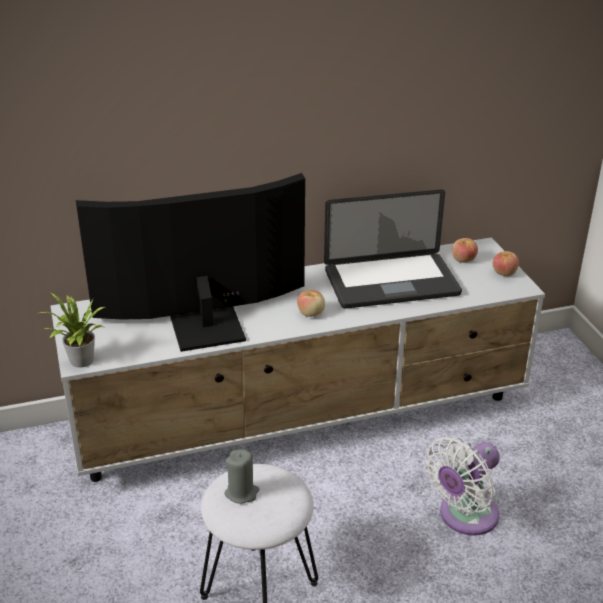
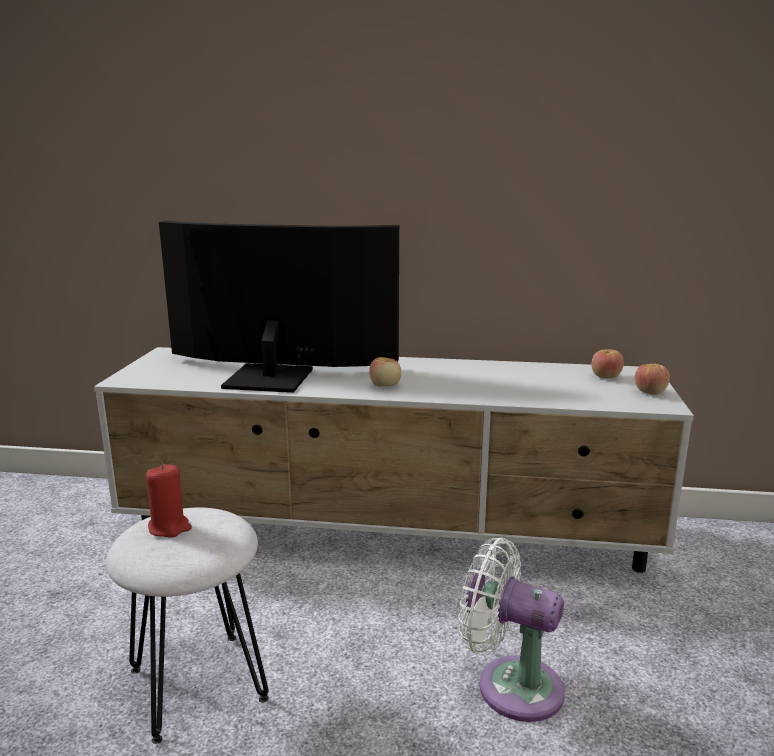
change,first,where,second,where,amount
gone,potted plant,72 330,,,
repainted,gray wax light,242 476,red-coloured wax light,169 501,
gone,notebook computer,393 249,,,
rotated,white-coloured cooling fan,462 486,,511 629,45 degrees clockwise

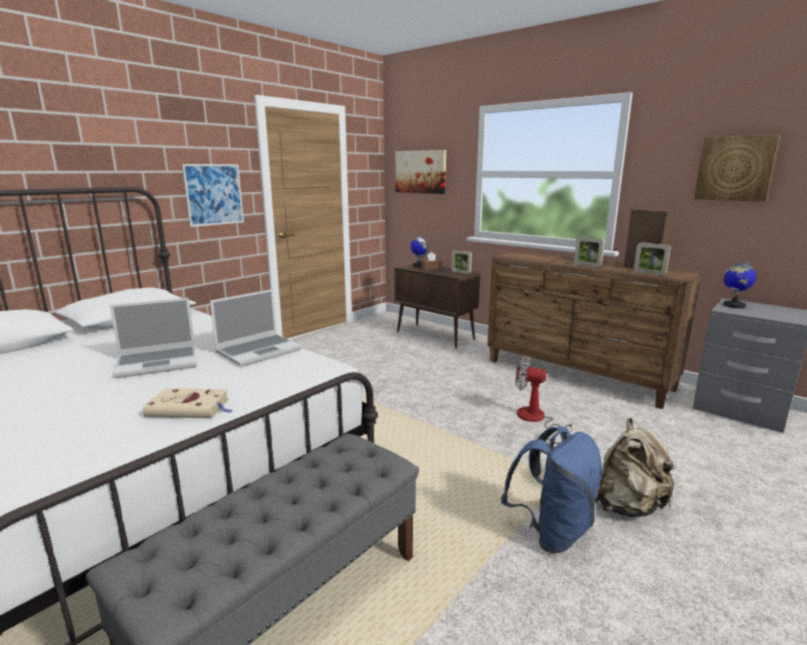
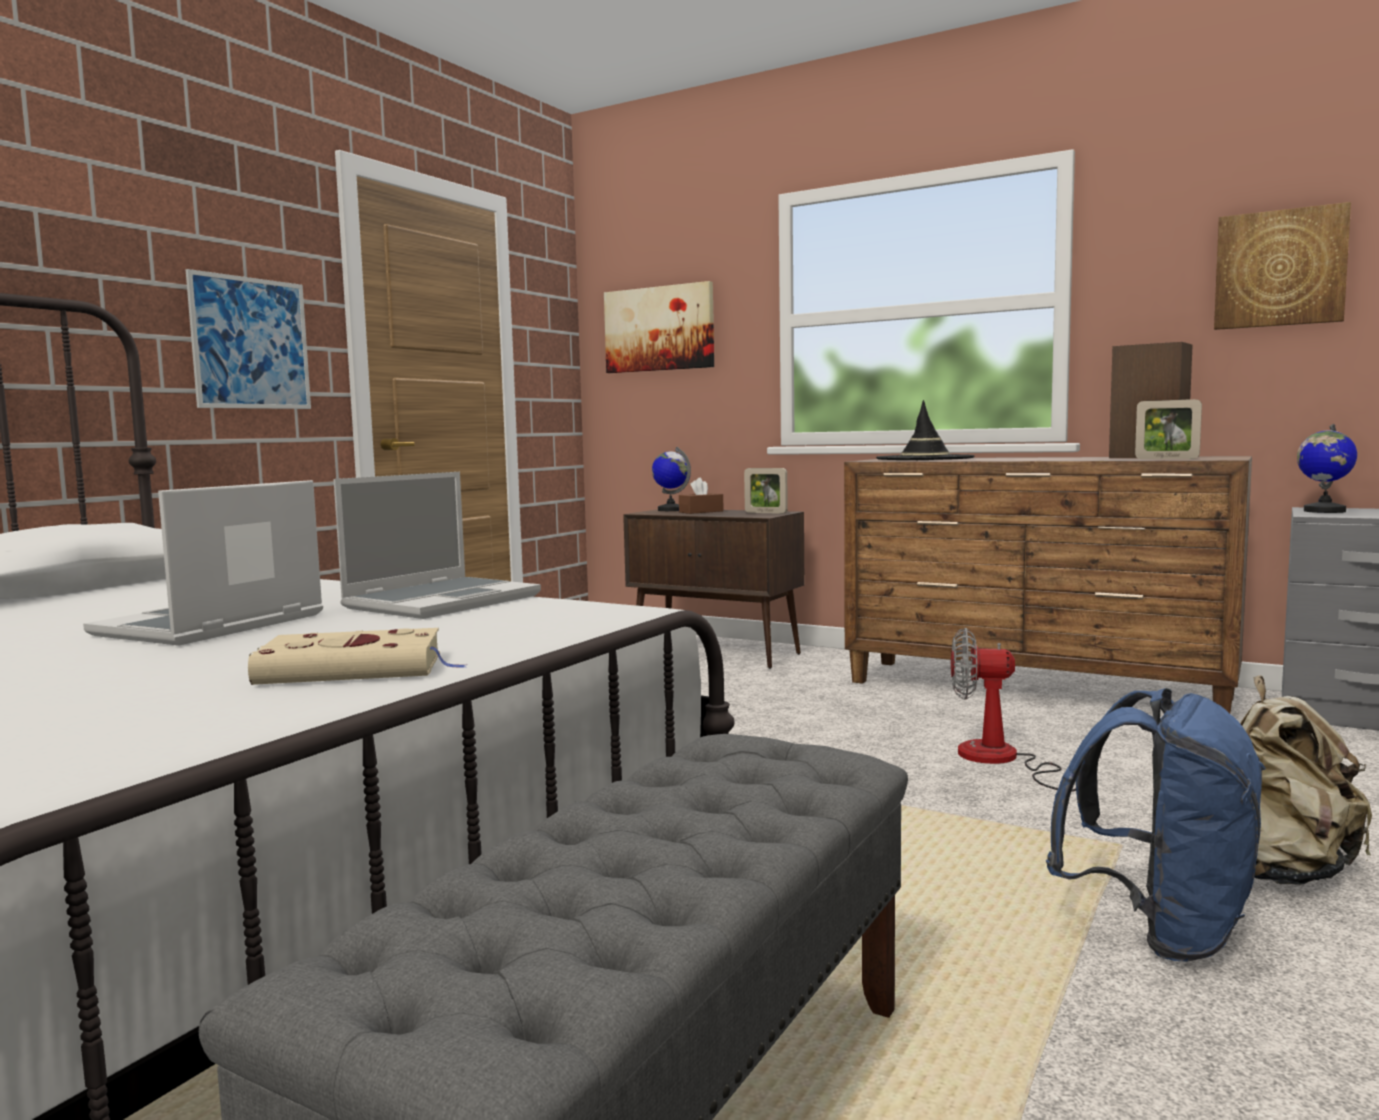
change,first,where,second,where,amount
rotated,notebook computer,153 338,,203 563,150 degrees clockwise
gone,standing frame,589 252,,,
new,,,blackish clothing hat,925 430,

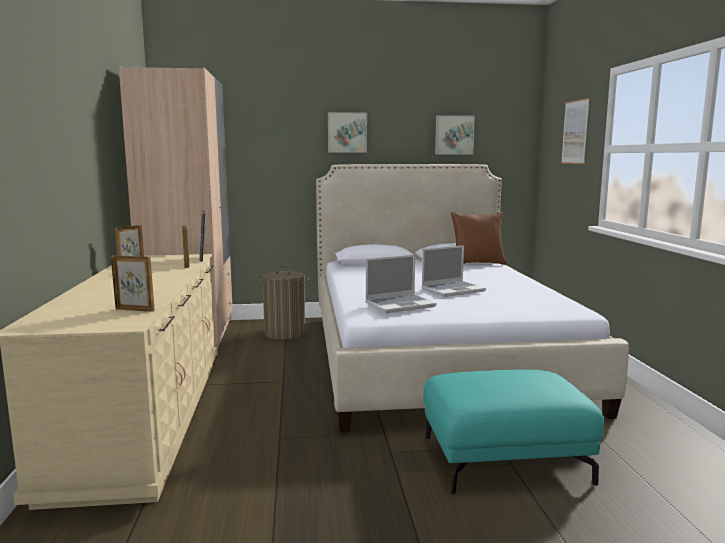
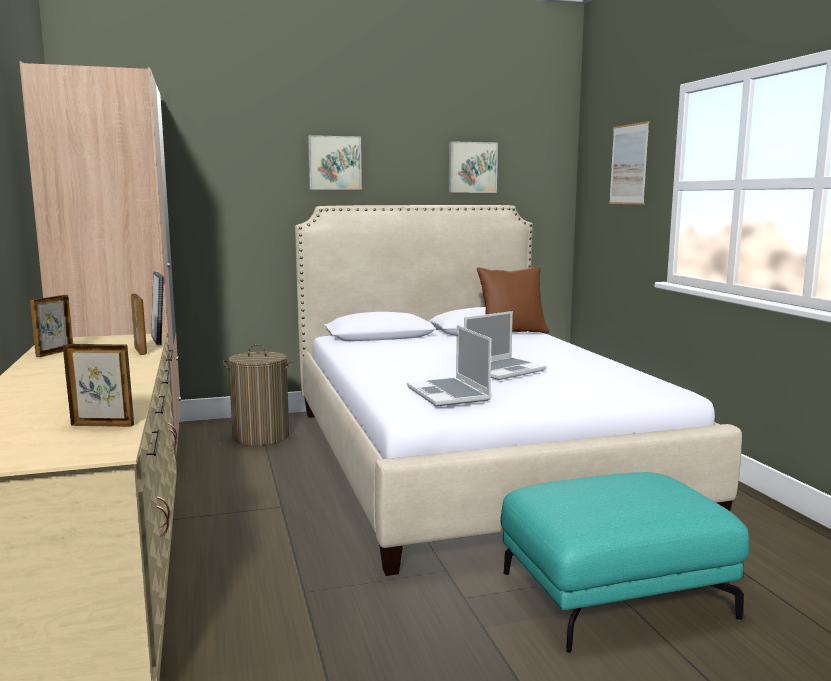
change,first,where,second,where,amount
rotated,notebook computer,400 284,,449 366,105 degrees clockwise

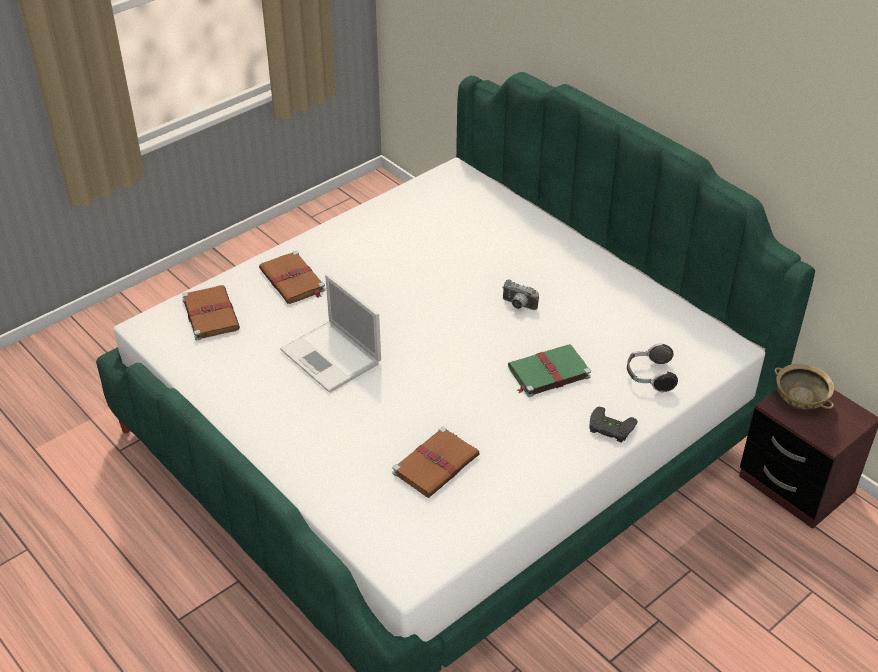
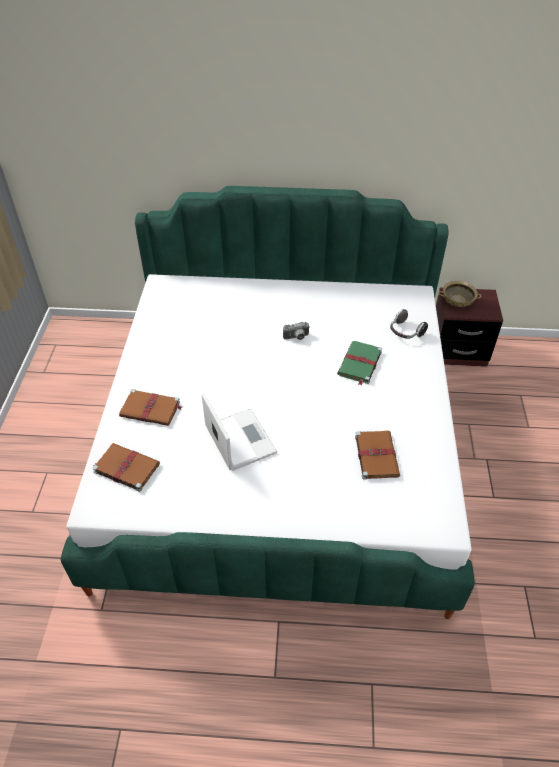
change,first,where,second,where,amount
rotated,notebook computer,330 333,,239 432,120 degrees counterclockwise
gone,blackish joypad,613 425,,,

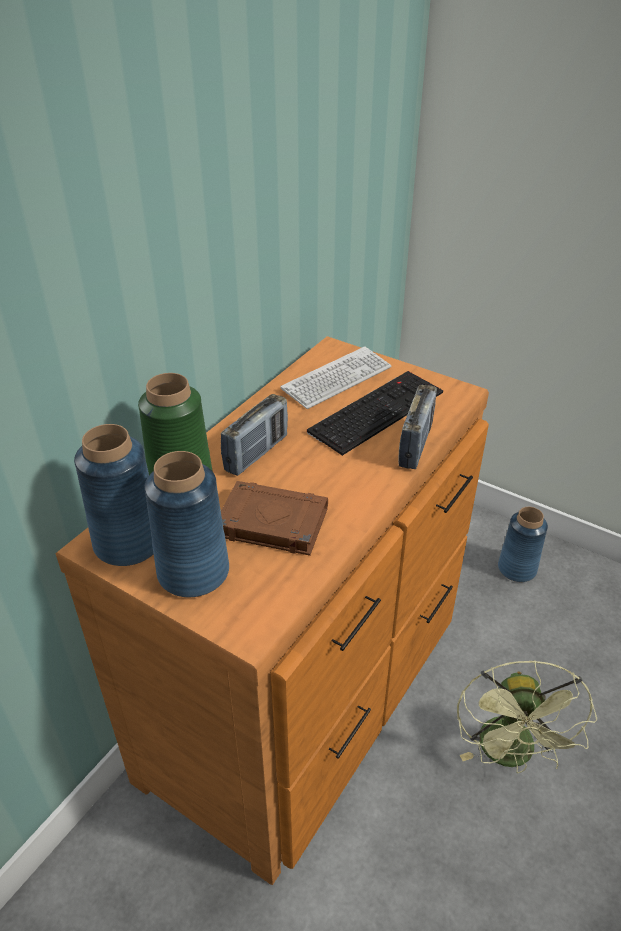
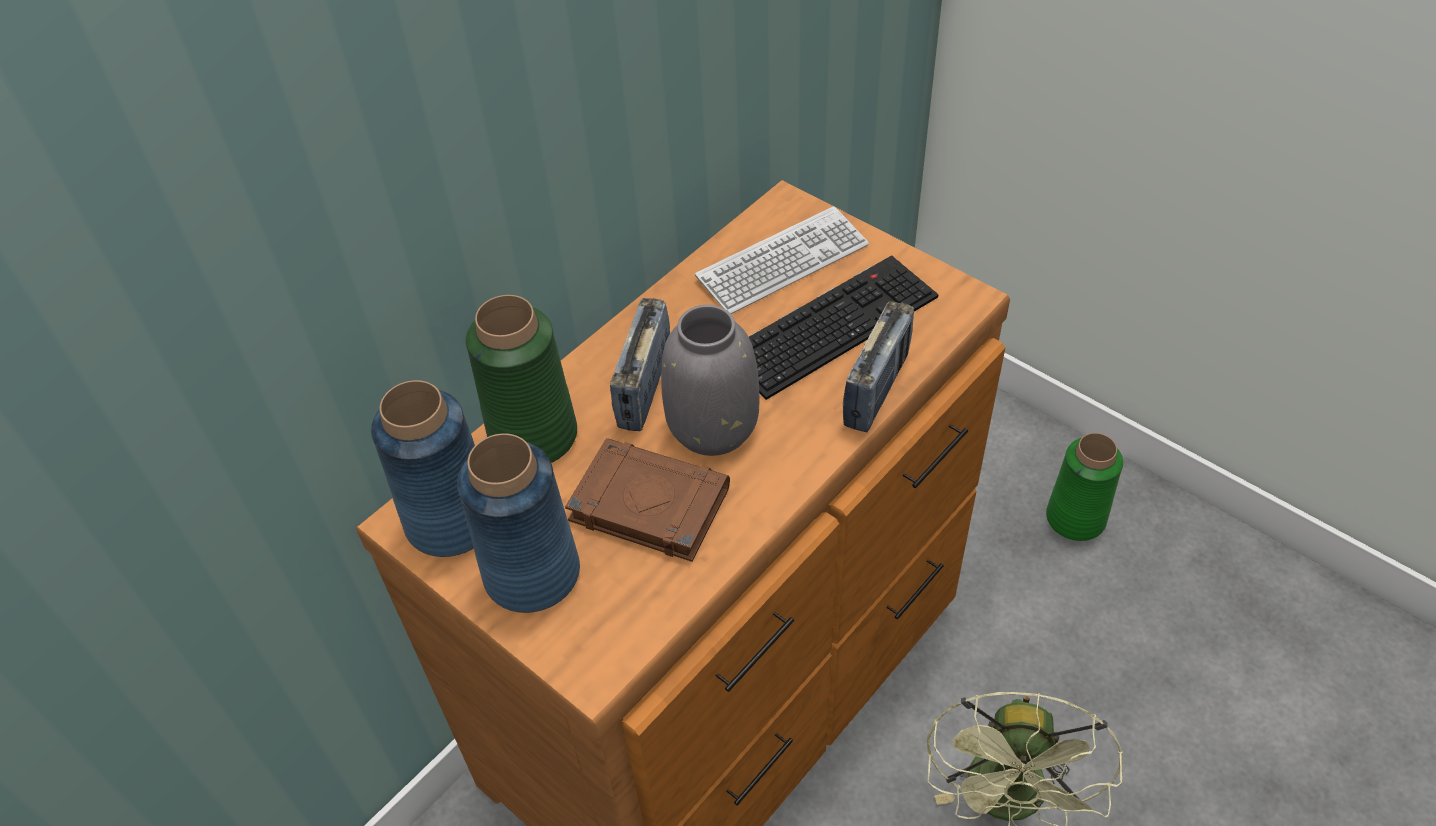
change,first,where,second,where,amount
rotated,radio set,254 435,,640 364,150 degrees clockwise
repainted,blue-coloured flower vase,523 544,greenish flower vase,1084 487,
new,,,gray flower vase,710 380,

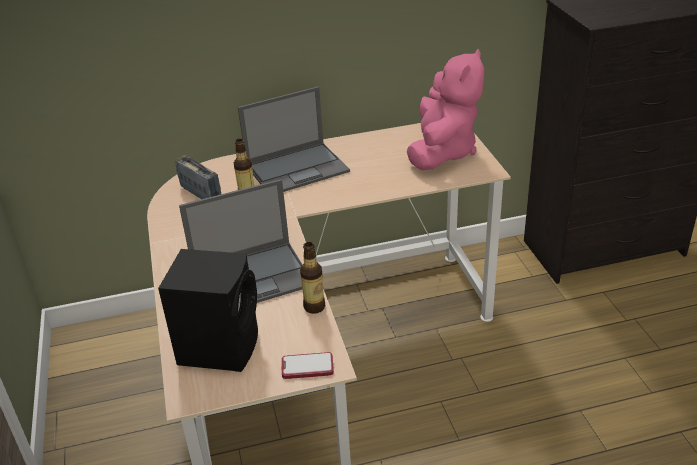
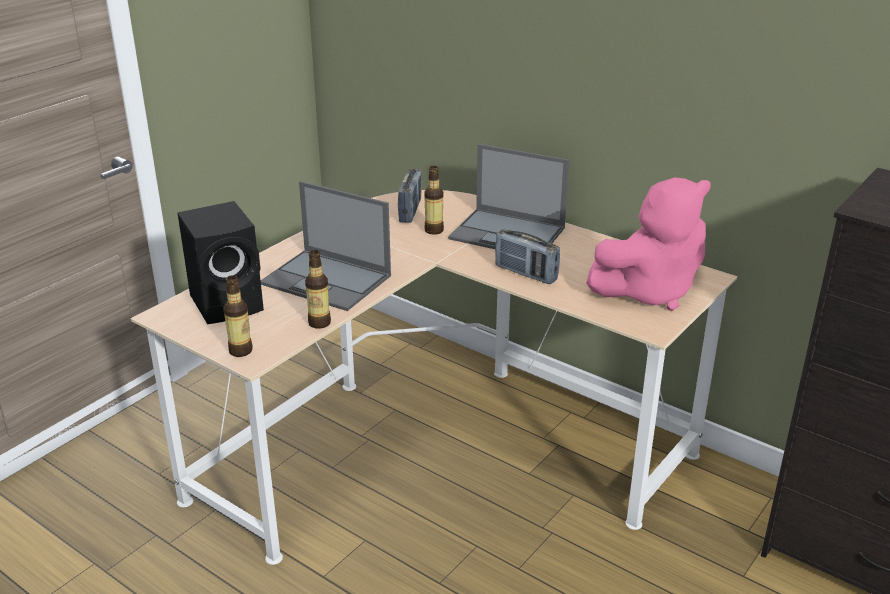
change,first,where,second,where,amount
swapped,handset,308 365,bottle,238 316,
new,,,radio set,527 256,

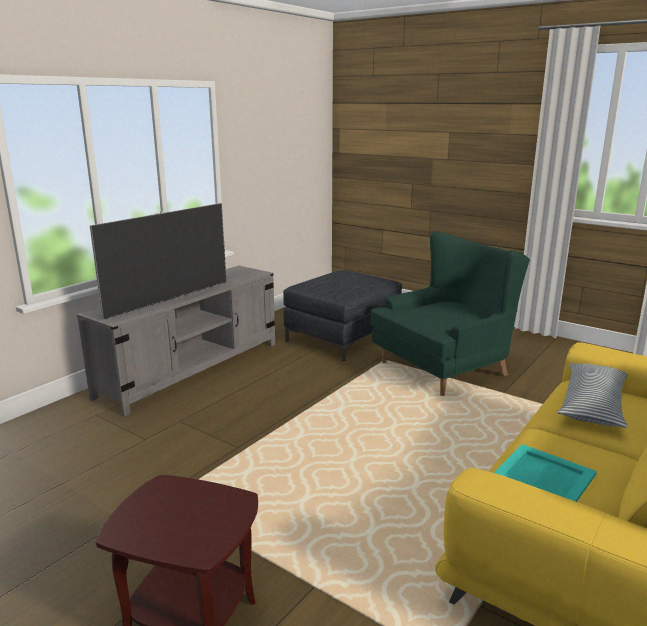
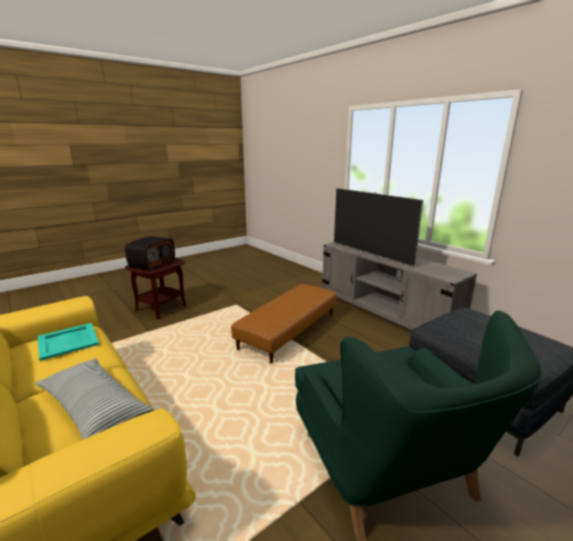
change,first,where,second,where,amount
new,,,radio set,150 253,
new,,,brown footrest,284 324,

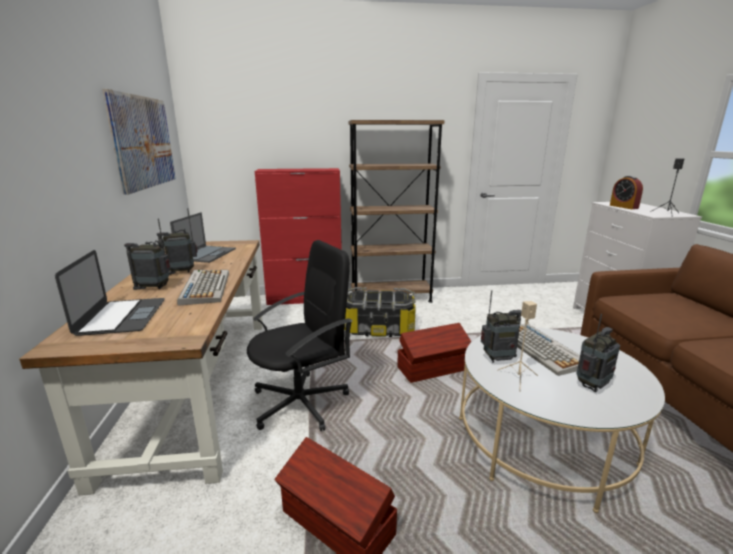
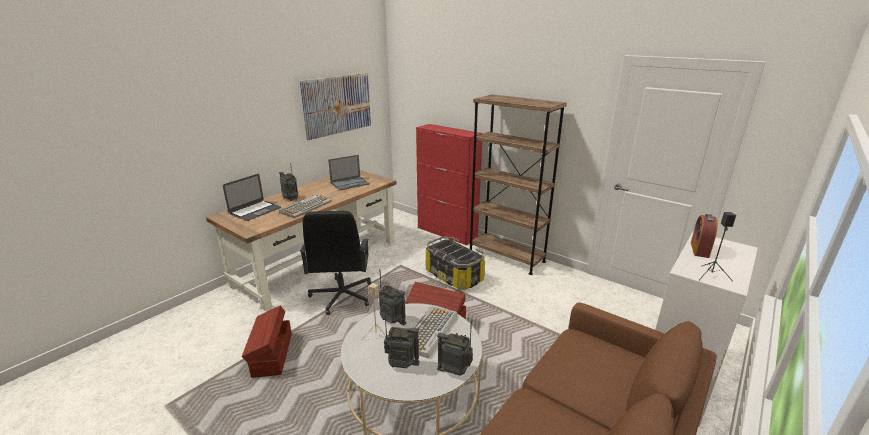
change,first,where,second,where,amount
shifted,radio set,177 241,,455 347,
rotated,blackish computer chair,299 335,,335 263,75 degrees clockwise

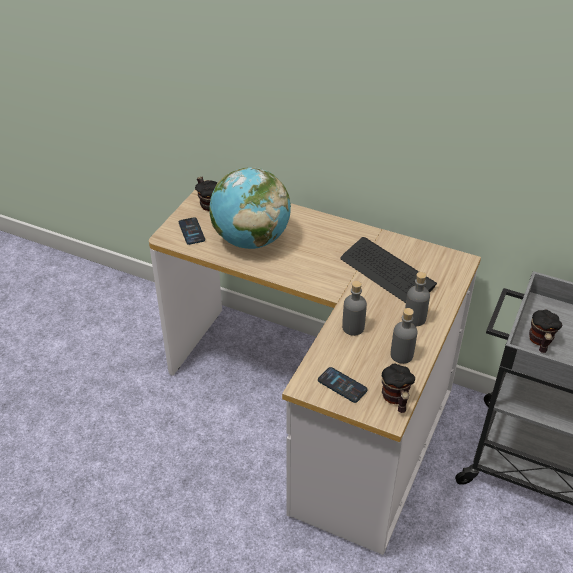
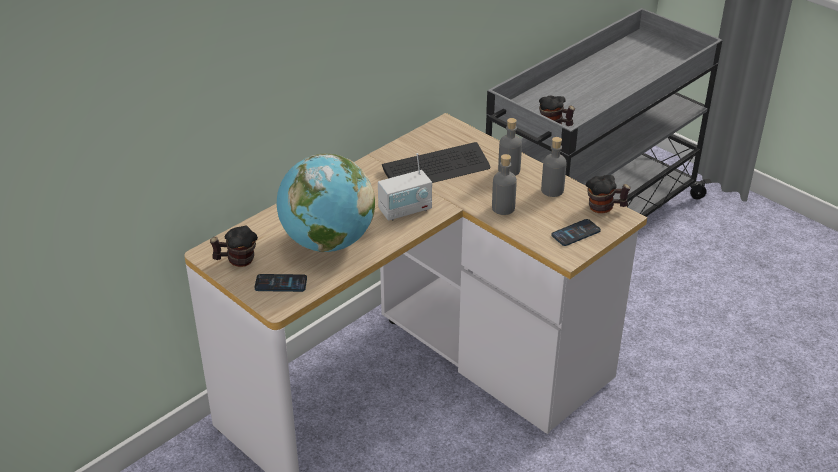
change,first,where,second,where,amount
new,,,radio set,405 187,

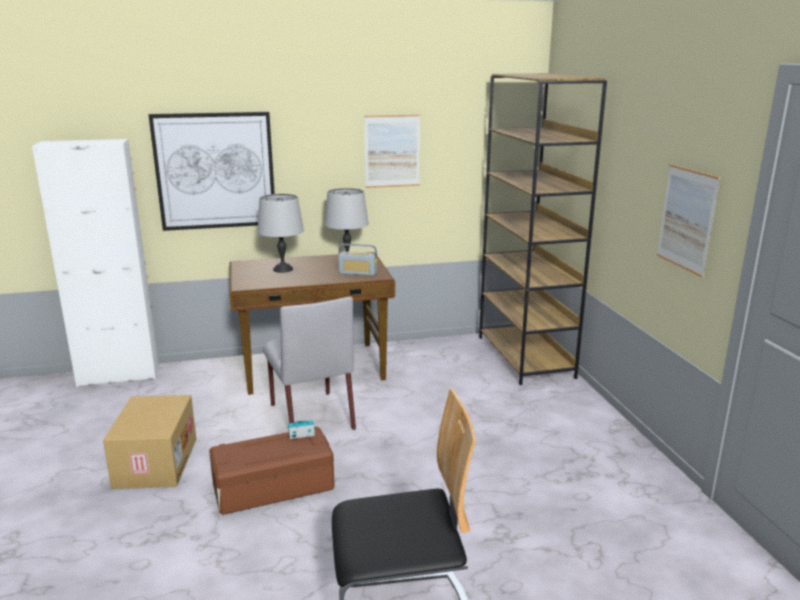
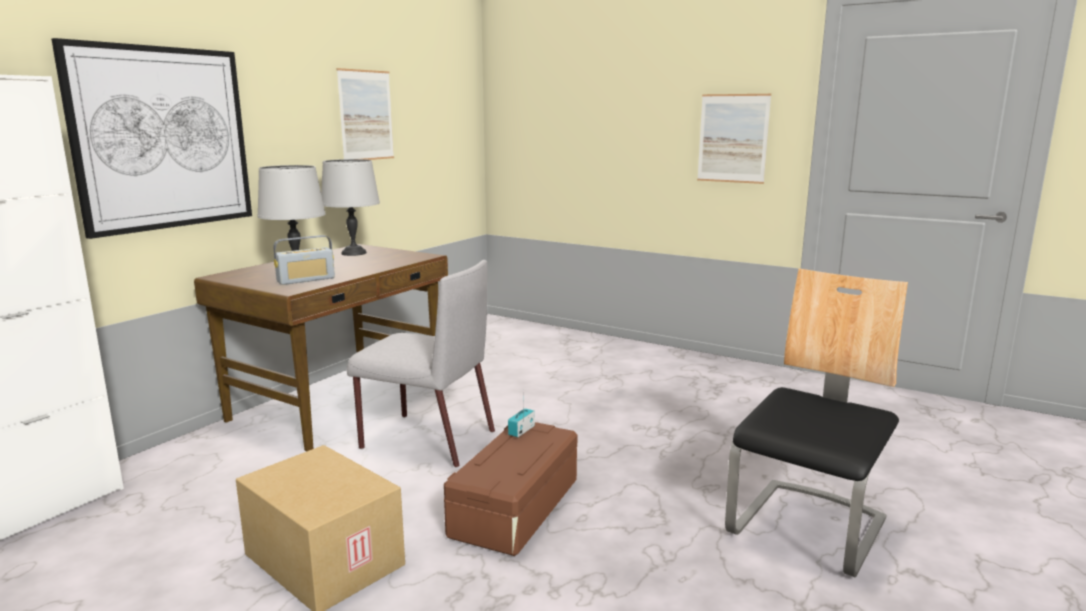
change,first,where,second,where,amount
shifted,radio set,357 260,,304 260,
gone,brown bookshelf,543 229,,,

